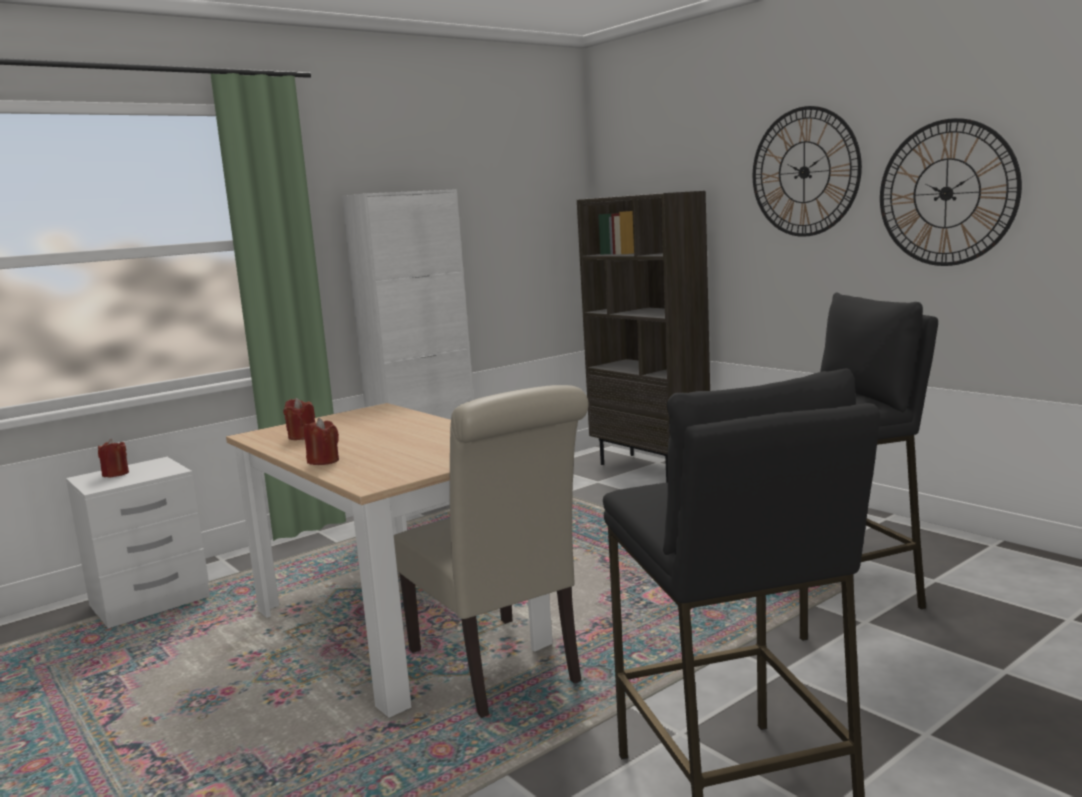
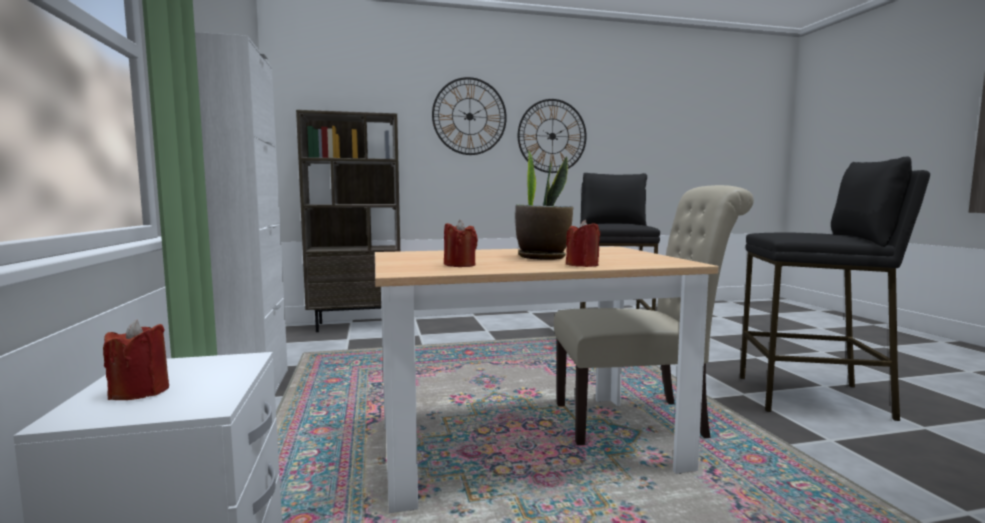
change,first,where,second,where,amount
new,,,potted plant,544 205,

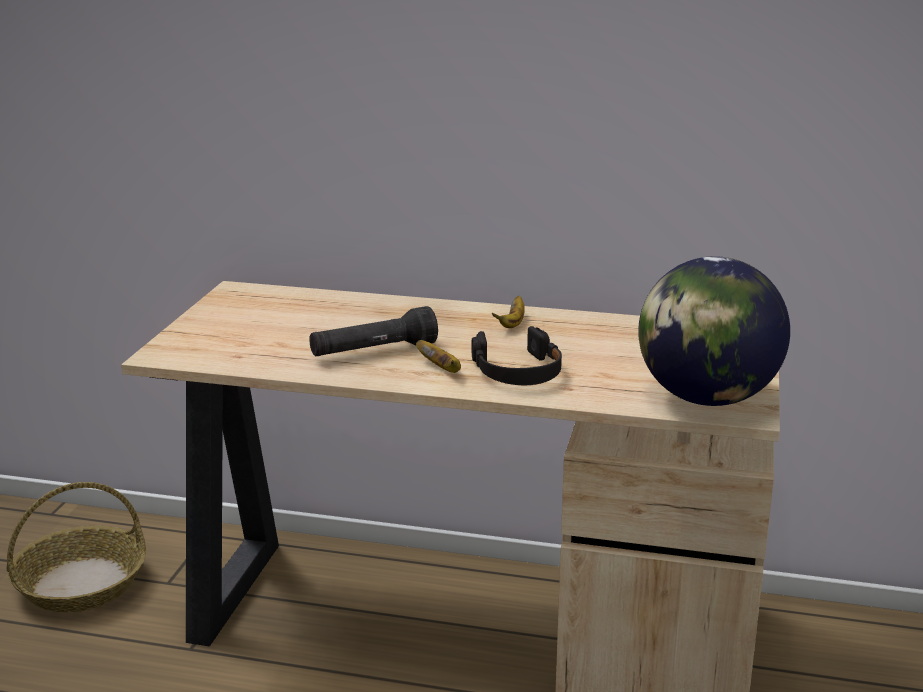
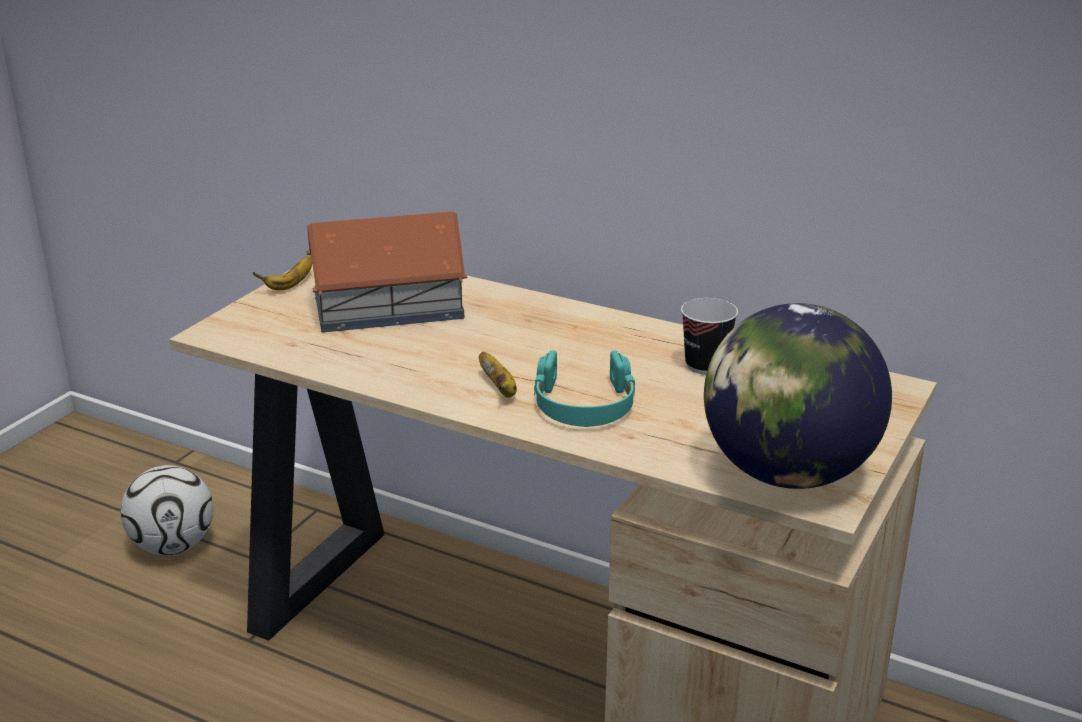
change,first,where,second,where,amount
swapped,household basket,76 547,football,167 510,
gone,blackish flashlight,373 331,,,
repainted,blackish headphones,516 355,blue-green headphones,584 388,
shifted,banana fruit,508 312,,282 272,
new,,,model house,386 272,
new,,,drinking cup,709 336,

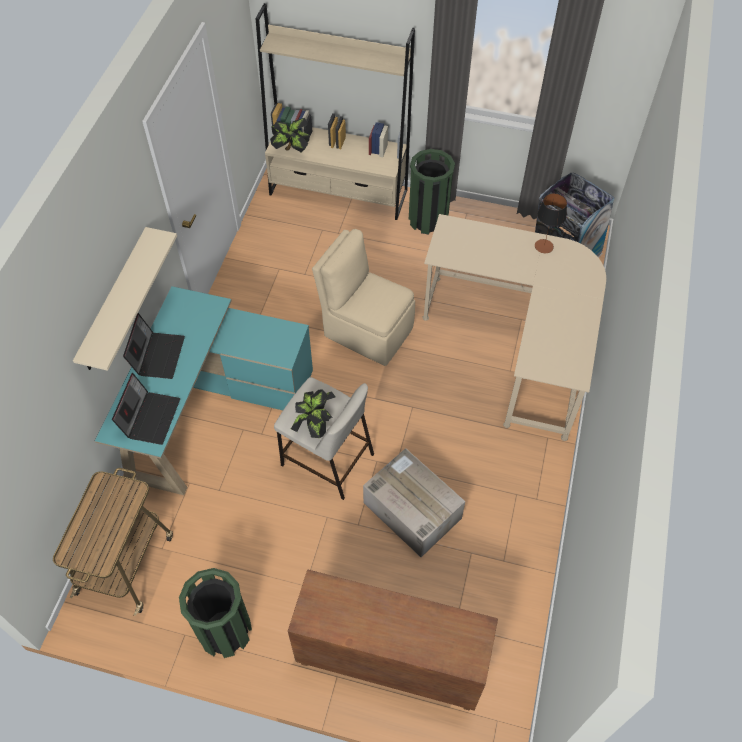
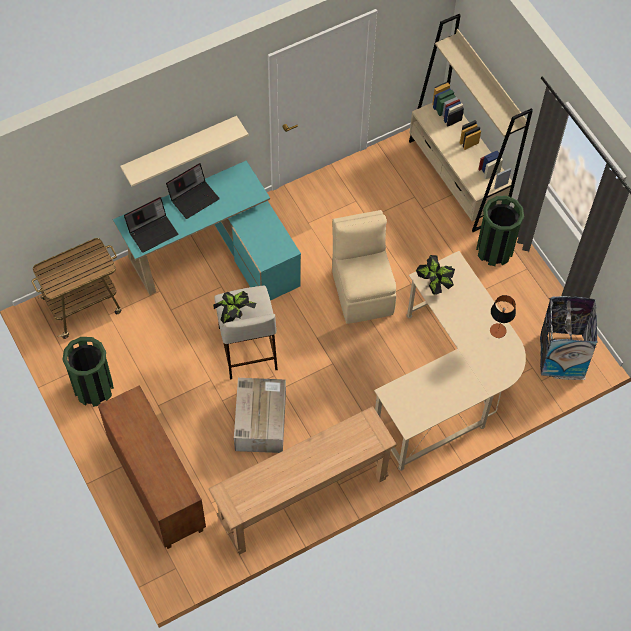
change,first,where,second,where,amount
shifted,potted plant,290 135,,435 275,
new,,,brown hall table,303 480,

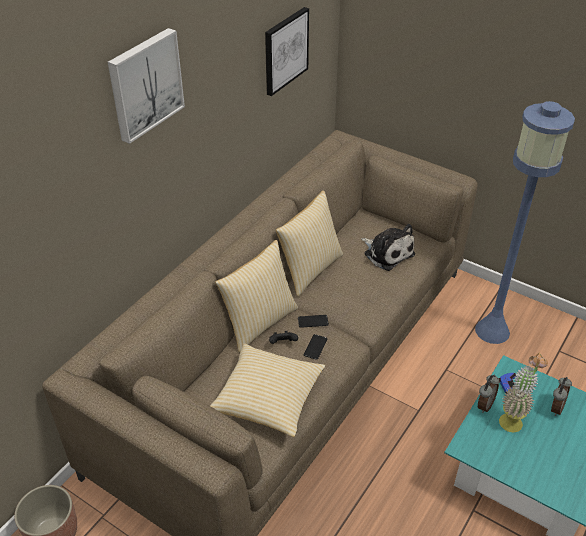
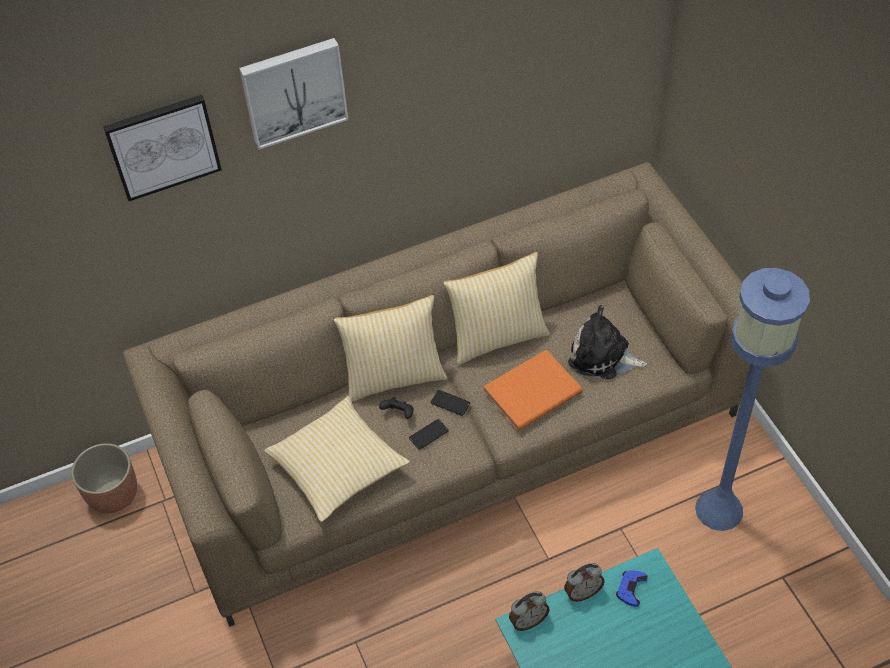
change,first,where,second,where,amount
shifted,picture,287 51,,162 148,
rotated,cuddly toy,388 247,,607 342,120 degrees clockwise
gone,potted plant,523 392,,,
shifted,table clock,561 396,,529 611,
new,,,orange bound book,532 390,

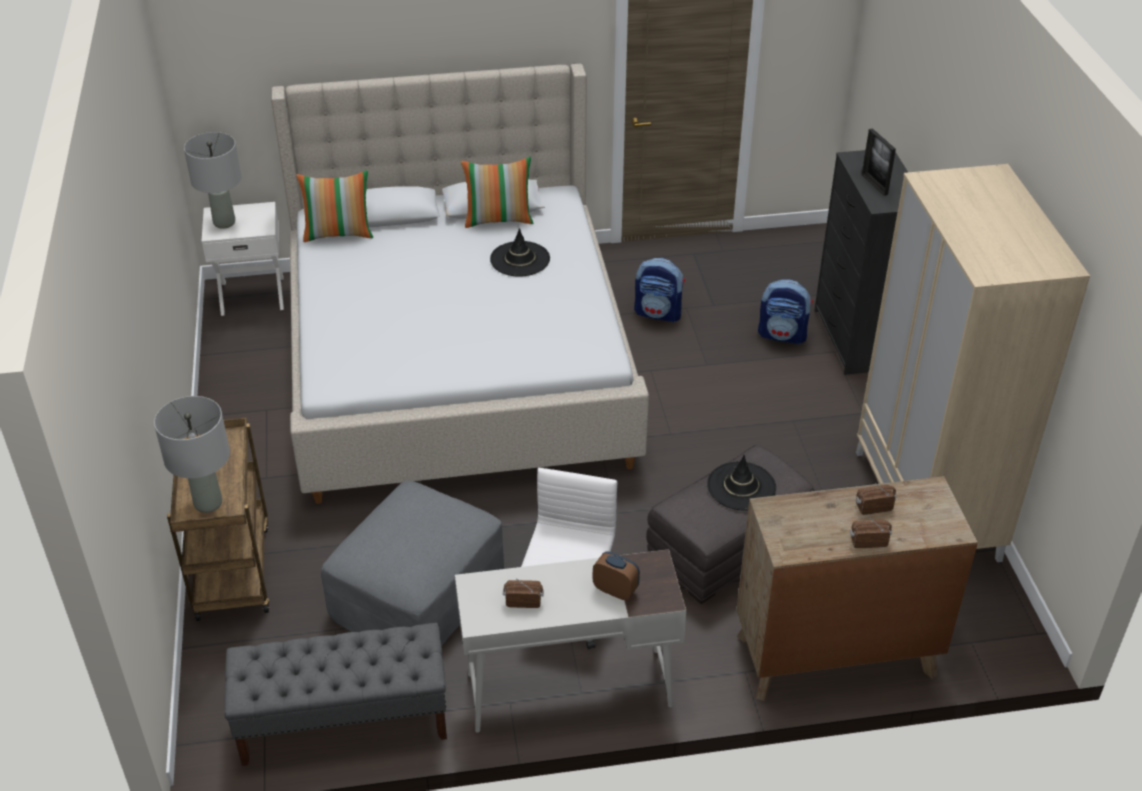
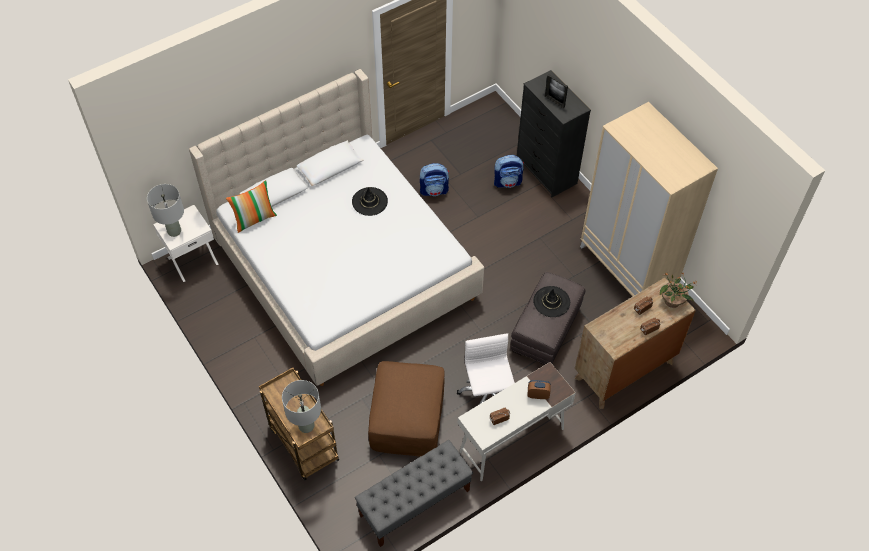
change,first,where,second,where,amount
repainted,gray footrest,412 563,brown footrest,406 409,
gone,pillow,497 192,,,
new,,,potted plant,678 290,

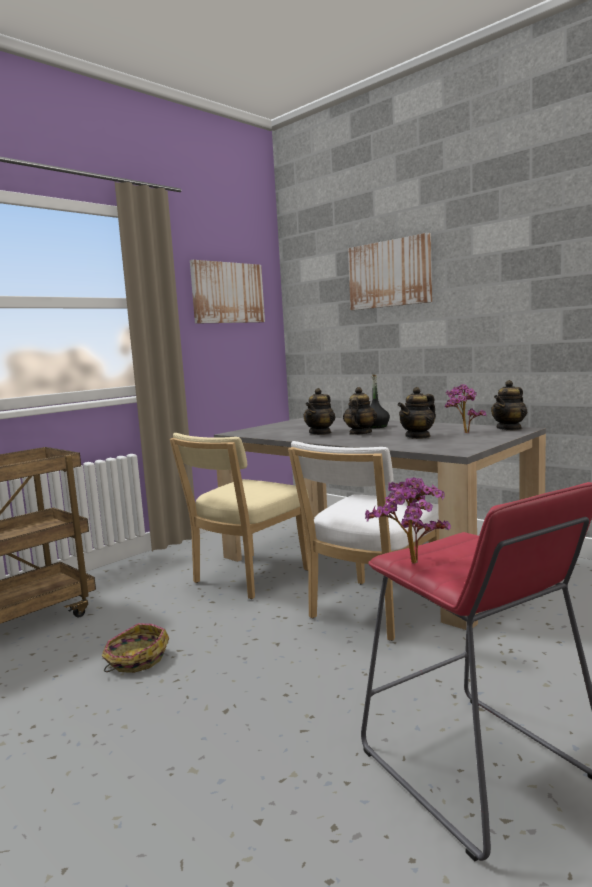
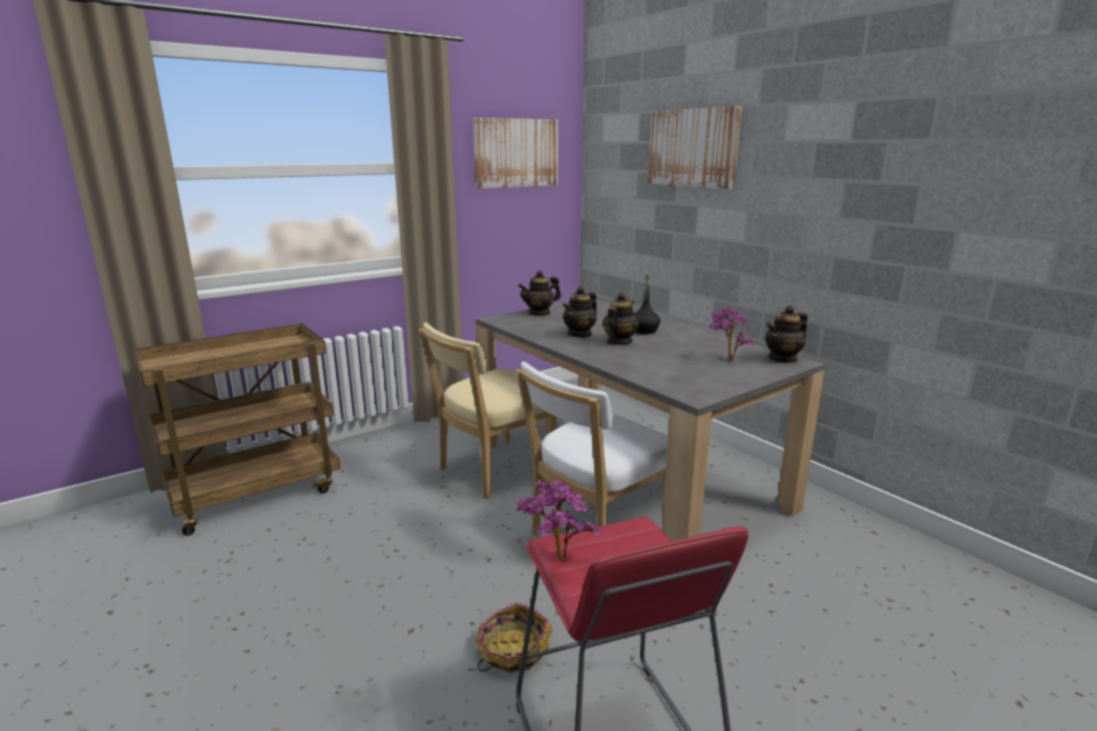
change,first,where,second,where,amount
shifted,household basket,135 648,,513 638,
shifted,tea pot,417 413,,539 293,

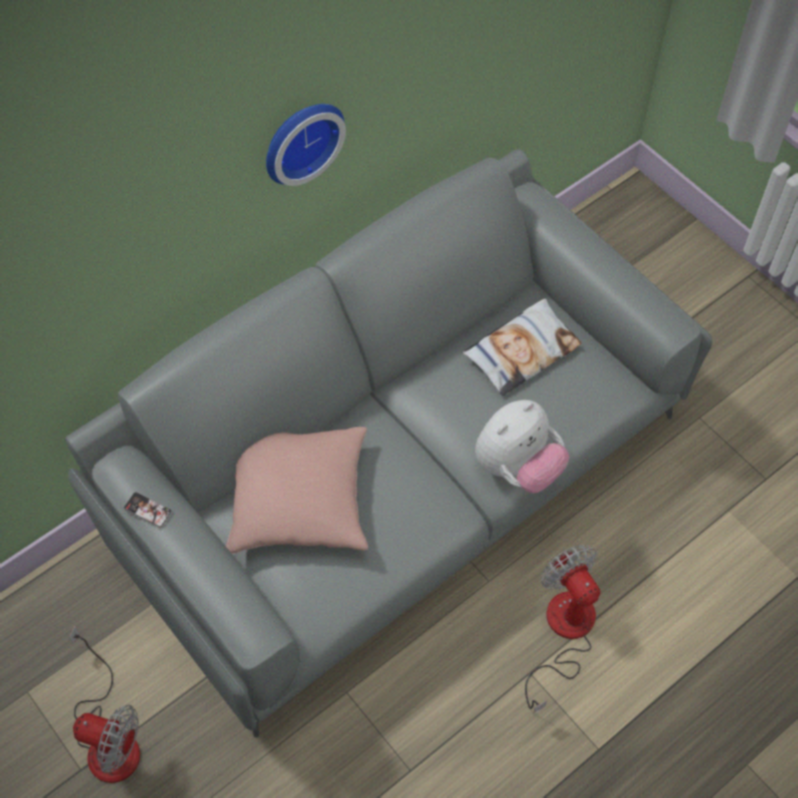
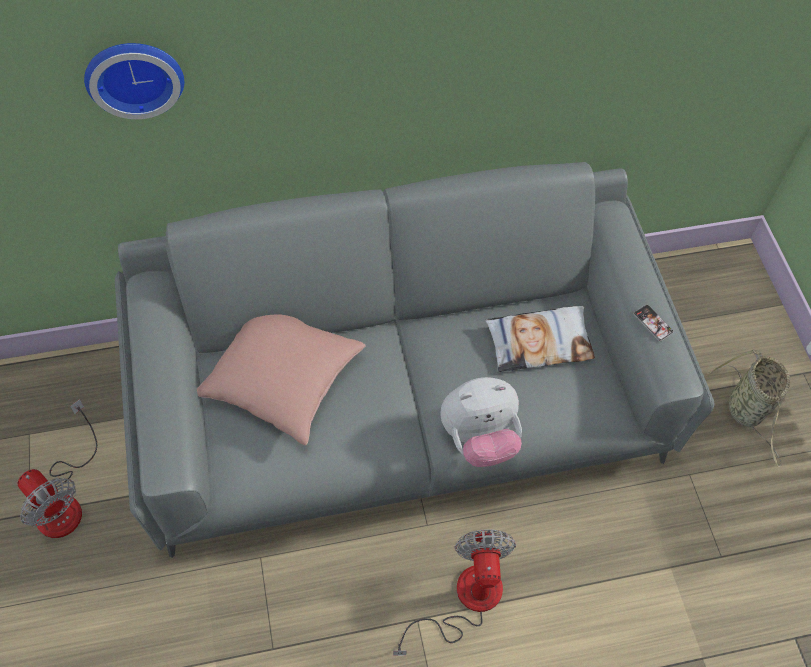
change,first,where,second,where,amount
shifted,handset,148 510,,653 323,
shifted,hanging clock,306 145,,134 81,
new,,,household basket,749 409,

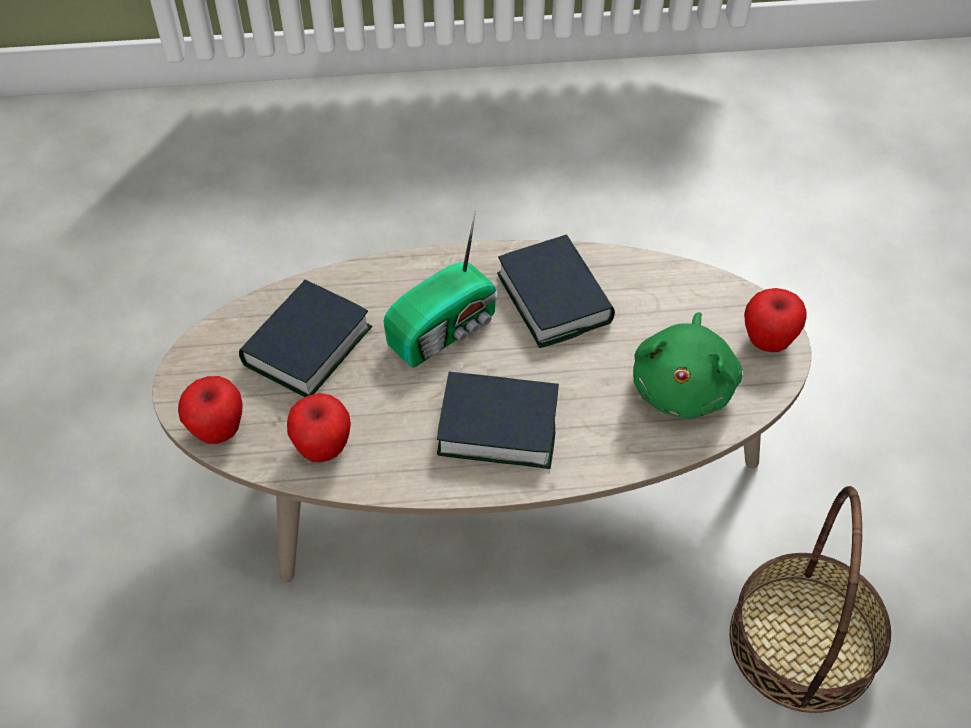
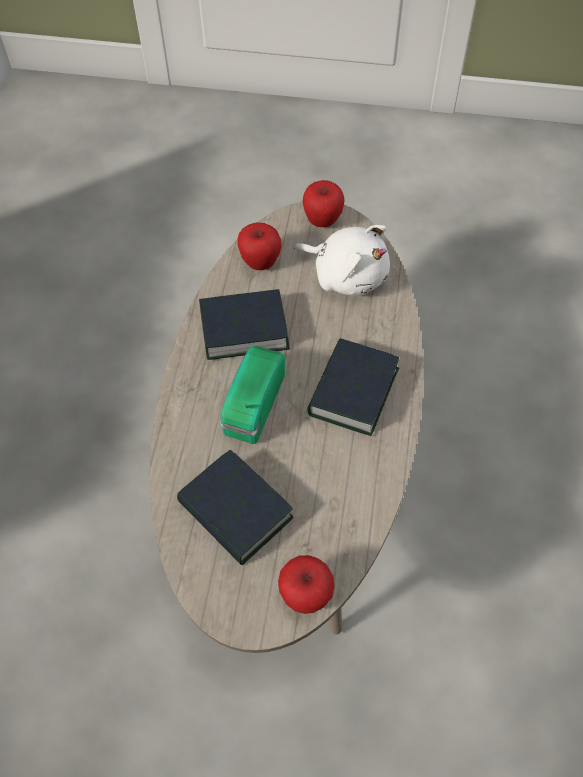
change,first,where,second,where,amount
shifted,apple fruit,319 428,,260 246,
rotated,radio set,440 289,,252 394,135 degrees counterclockwise
repainted,greenish cuddly toy,687 365,white-coloured cuddly toy,342 260,
gone,household basket,810 599,,,

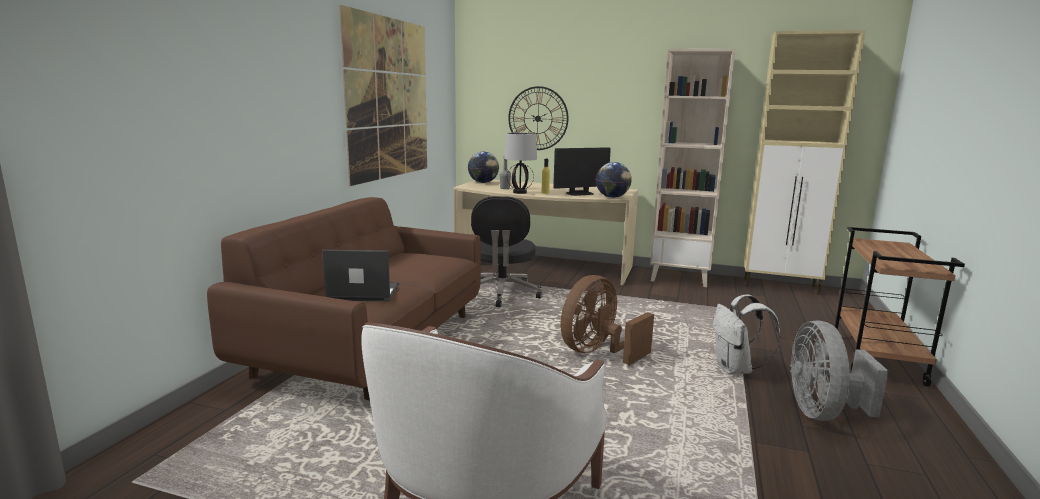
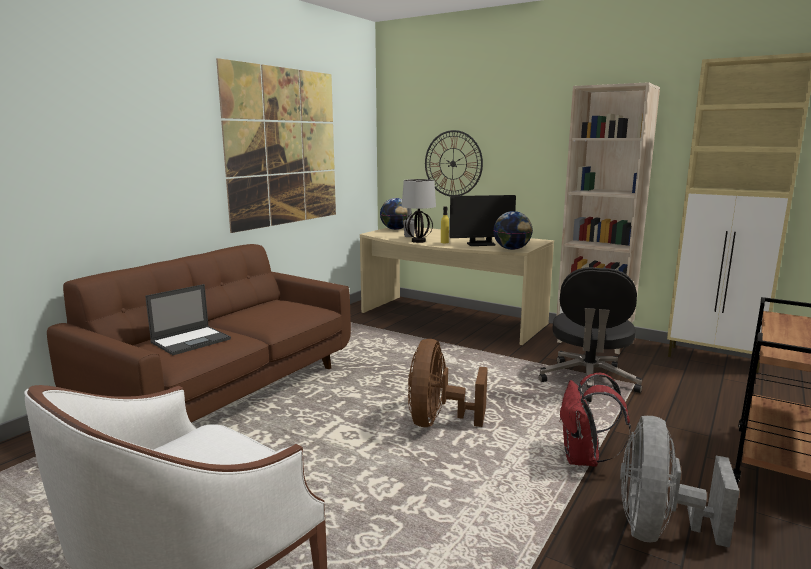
change,first,where,second,where,amount
rotated,notebook computer,360 275,,188 319,120 degrees clockwise
shifted,blackish computer chair,507 251,,590 334,
rotated,brown cooling fan,607 320,,448 383,45 degrees counterclockwise
repainted,white-coloured backpack,747 334,red-coloured backpack,595 420,

